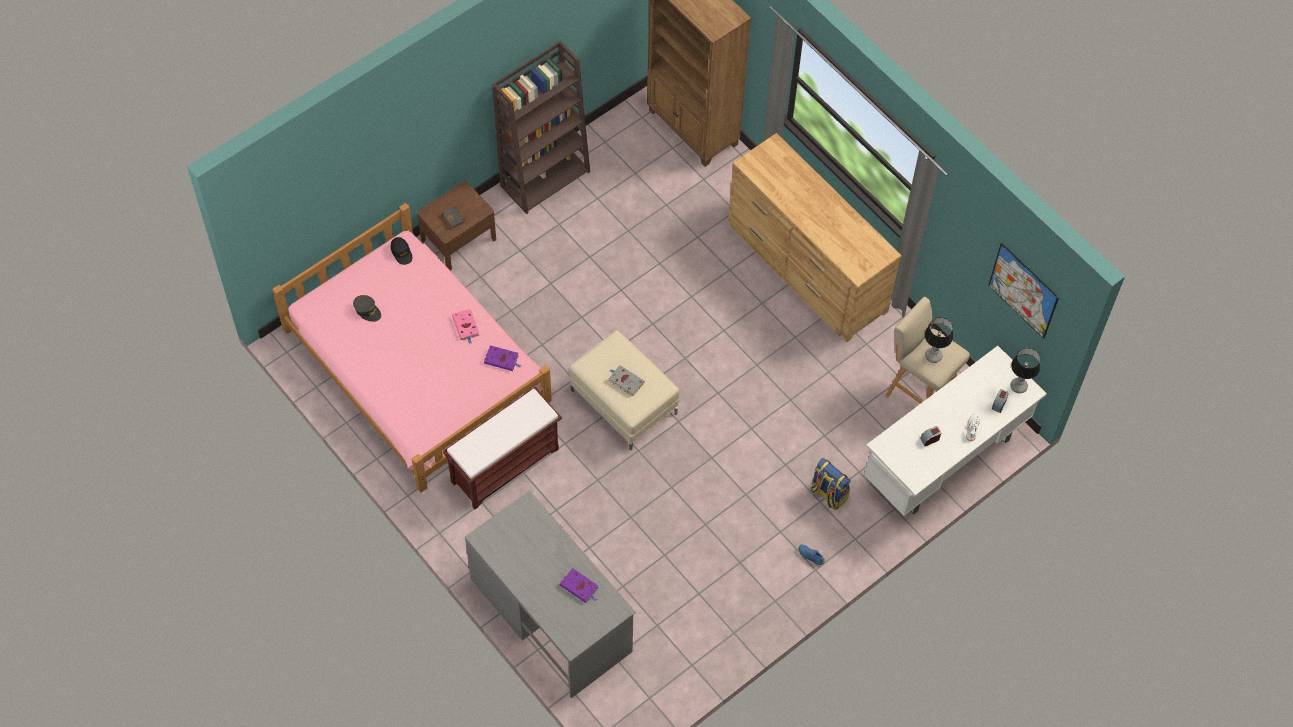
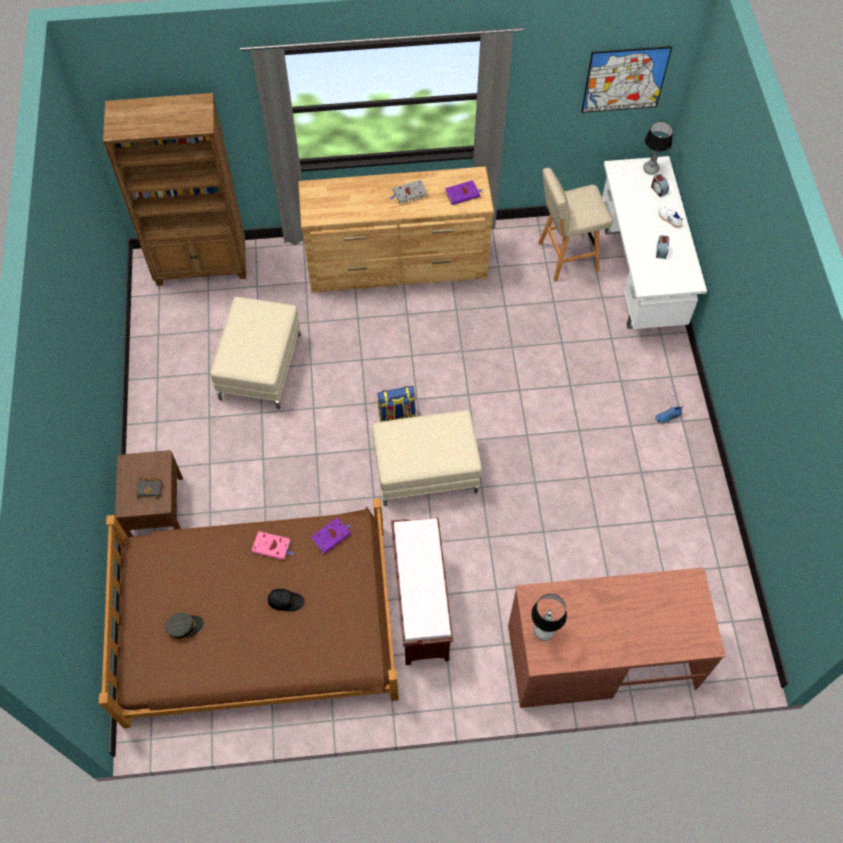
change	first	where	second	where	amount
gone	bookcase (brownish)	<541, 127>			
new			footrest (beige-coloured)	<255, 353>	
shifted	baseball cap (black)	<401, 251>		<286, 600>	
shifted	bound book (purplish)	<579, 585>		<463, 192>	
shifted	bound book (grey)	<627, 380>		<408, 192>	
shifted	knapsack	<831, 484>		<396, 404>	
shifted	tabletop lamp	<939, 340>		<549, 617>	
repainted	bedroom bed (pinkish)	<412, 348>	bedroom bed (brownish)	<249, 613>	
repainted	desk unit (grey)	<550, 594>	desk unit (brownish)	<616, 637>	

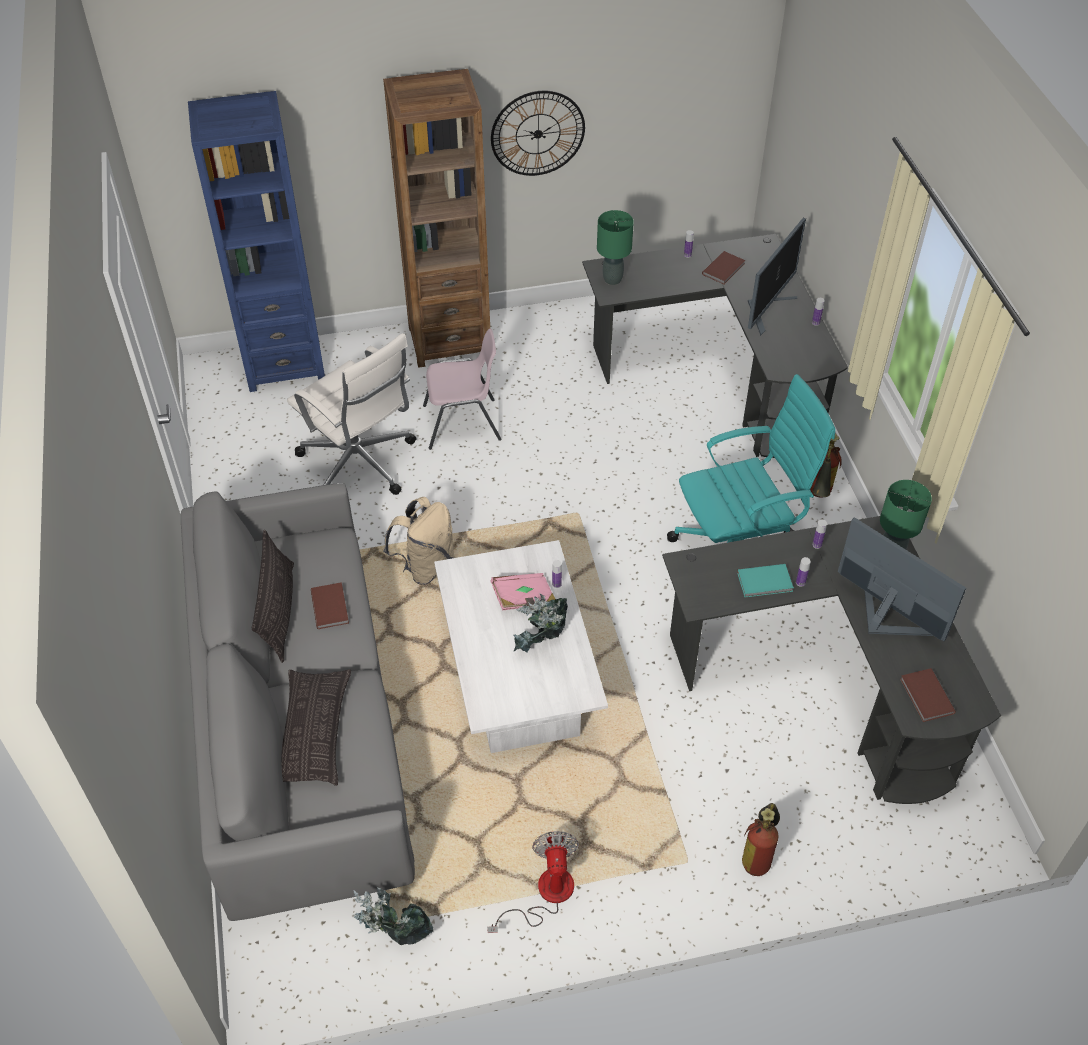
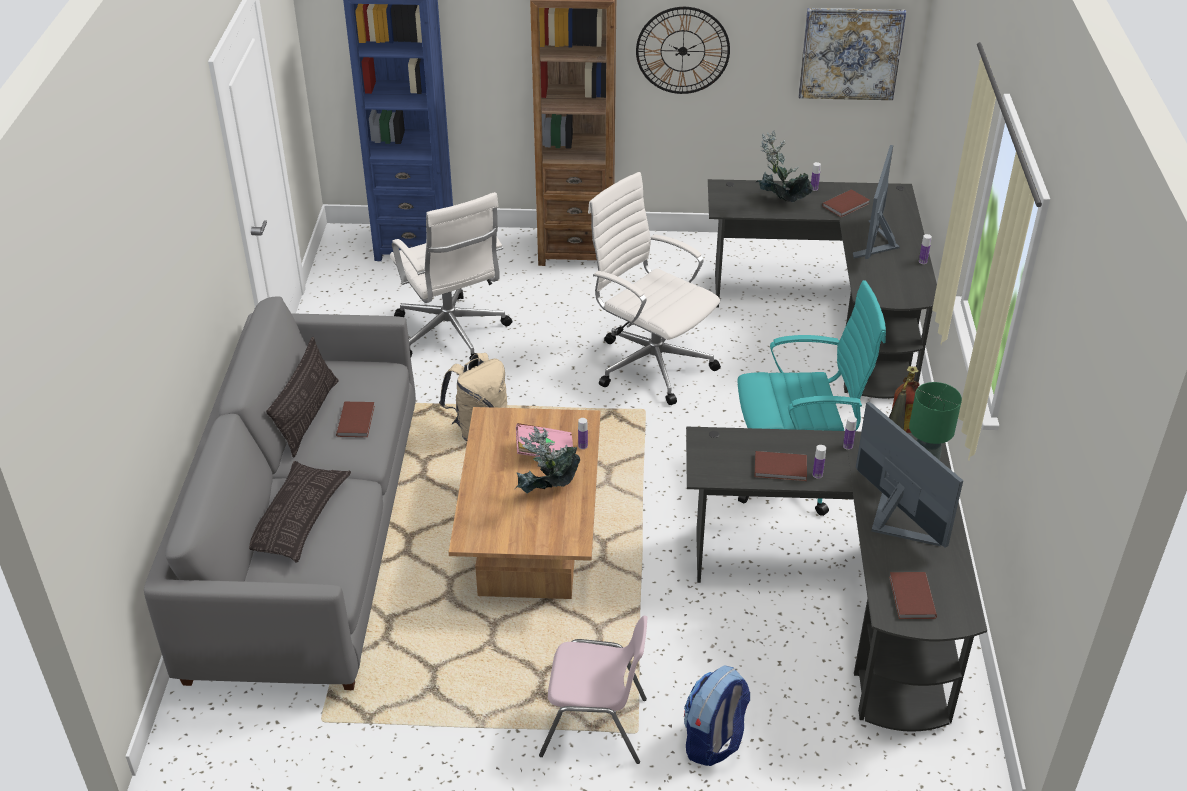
change	first	where	second	where	amount
gone	fan	<533, 882>			
gone	tabletop lamp (green)	<615, 247>			
new			office chair (whitish)	<654, 288>	
new			wall art	<852, 54>	
shifted	houseplant	<393, 916>		<784, 166>	
shifted	chair (pinkish)	<462, 389>		<593, 690>	
swapped	extinguisher	<761, 839>	knapsack	<717, 716>	
repainted	lounge table (whitish)	<521, 646>	lounge table (brownish)	<525, 503>	
repainted	bound book (blue-green)	<765, 580>	bound book (brownish)	<780, 466>	
rotated	monitor	<777, 277>		<876, 202>	150 degrees clockwise

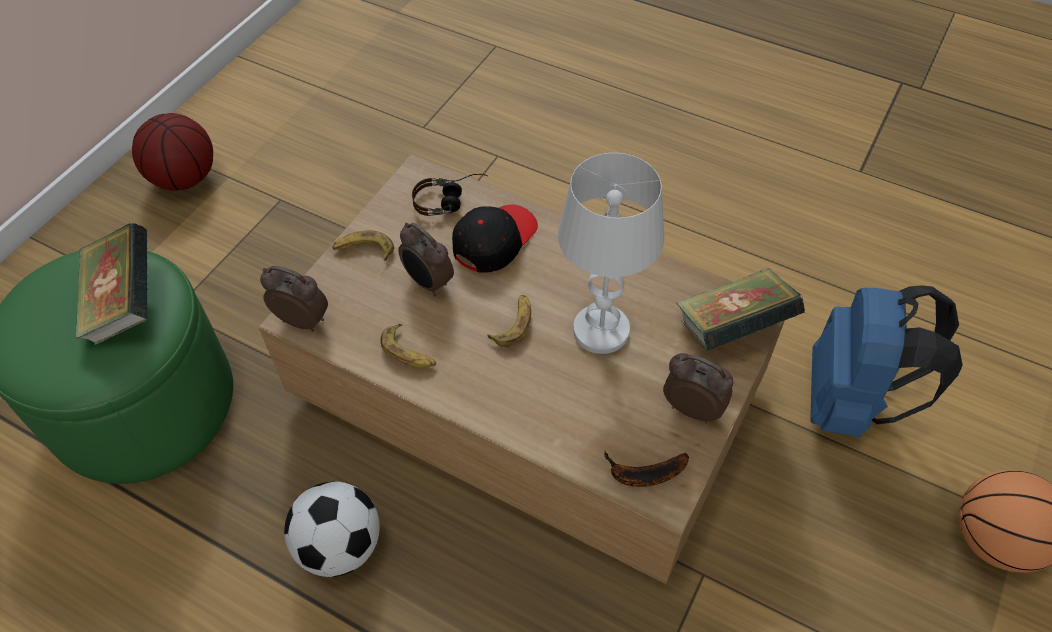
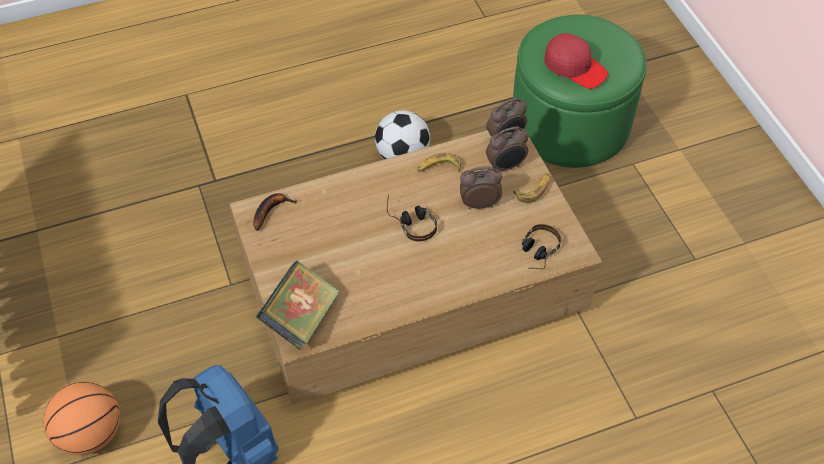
change	first	where	second	where	amount
gone	basketball ball	<172, 152>			
gone	baseball cap (black)	<495, 239>			
gone	tabletop lamp (whitish)	<611, 253>			
shifted	table clock	<698, 388>		<507, 148>	
swapped	bound book	<112, 284>	baseball cap (reddish)	<576, 61>	
swapped	banana fruit	<509, 321>	headphones	<412, 218>	

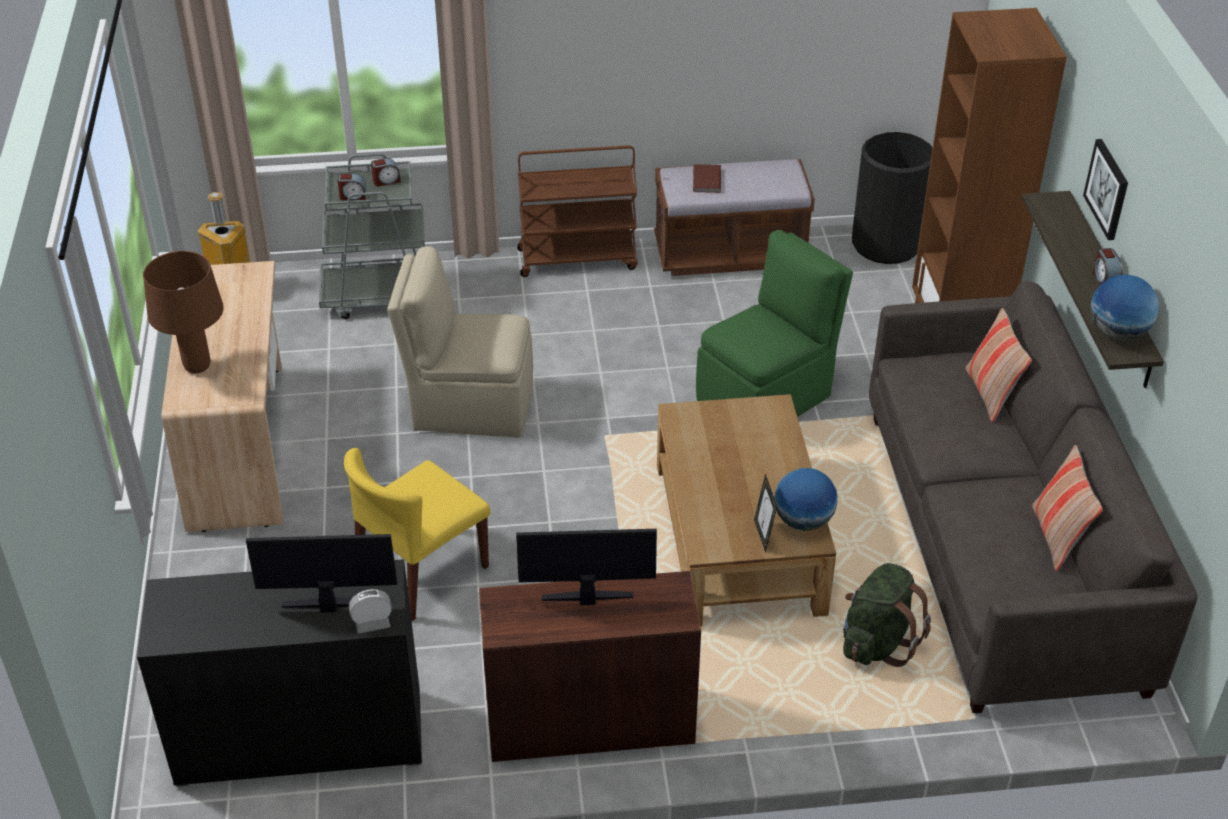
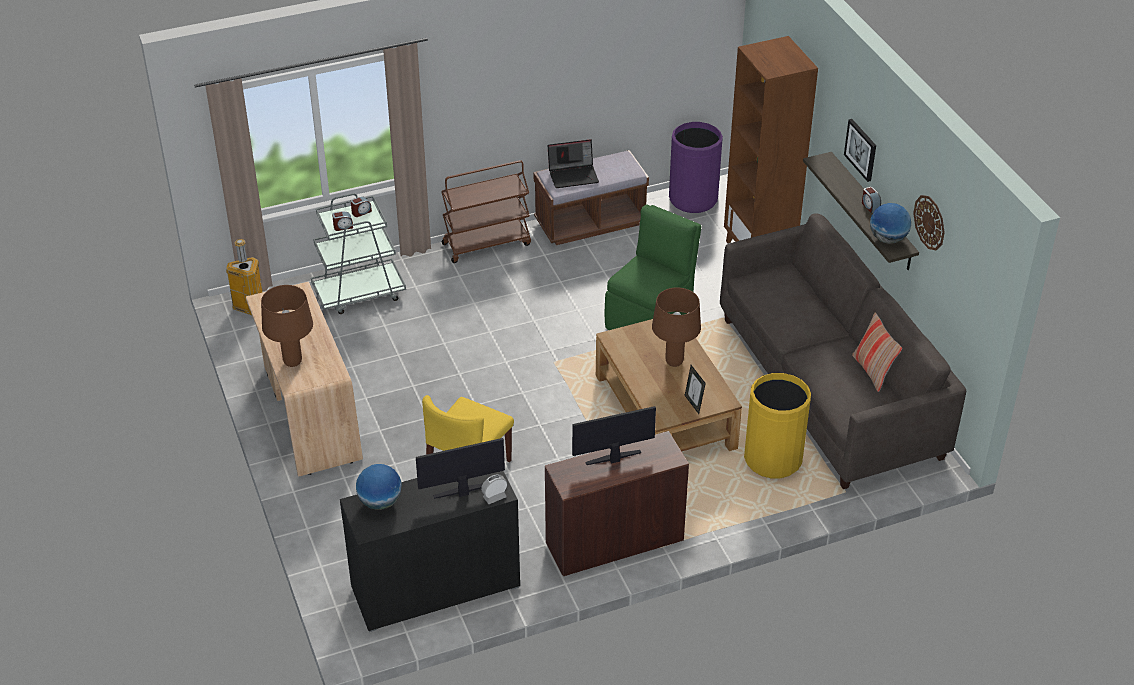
change	first	where	second	where	amount
gone	chair (beige-coloured)	<460, 342>			
gone	pillow	<998, 365>			
new			tabletop lamp (brownish)	<676, 327>	
new			wall clock	<929, 222>	
shifted	globe	<806, 499>		<379, 487>	
swapped	bound book (brownish)	<707, 178>	laptop	<573, 163>	
swapped	knapsack (green)	<887, 615>	trash can (yellowish)	<777, 425>	
repainted	trash can (black)	<892, 198>	trash can (purplish)	<696, 167>	

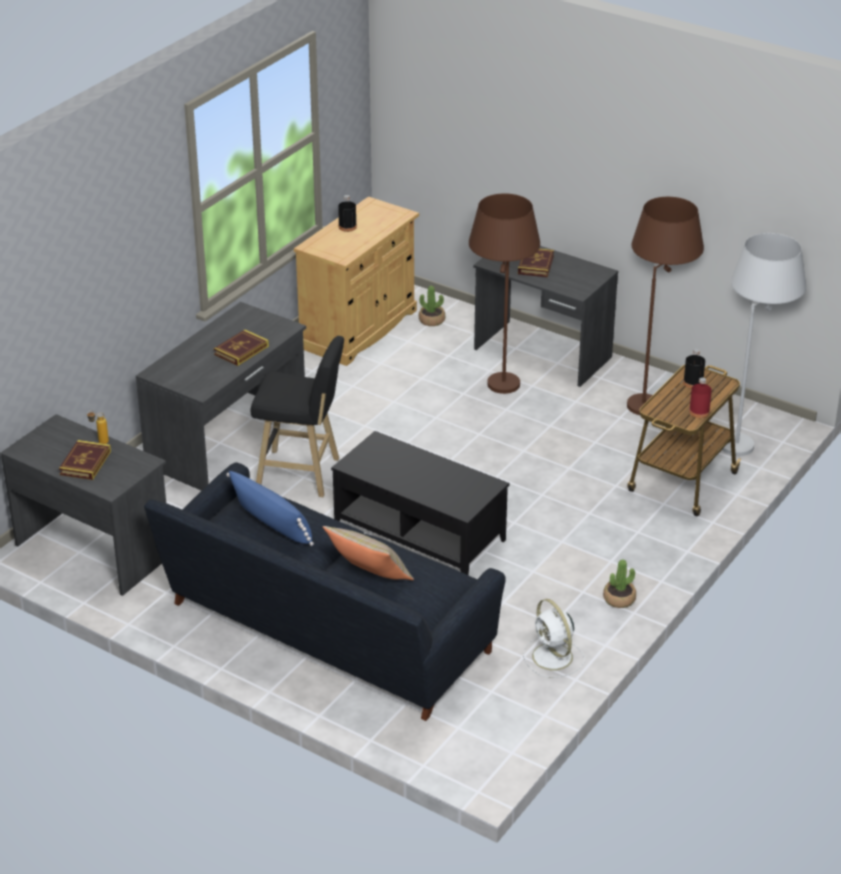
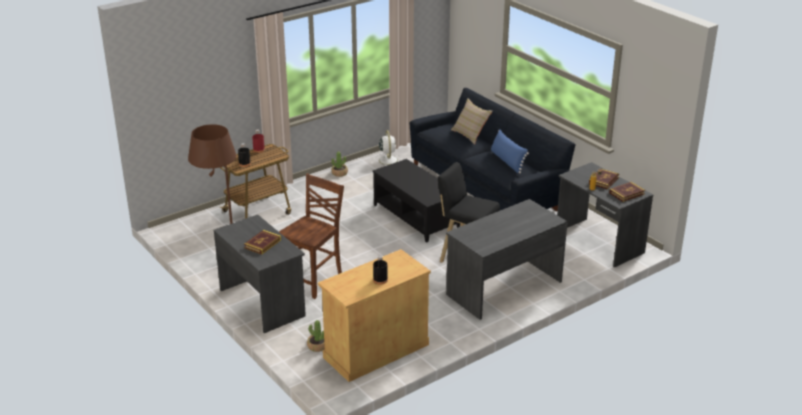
change	first	where	second	where	amount
gone	floor lamp (whitish)	<764, 344>			
shifted	bound book	<241, 347>		<627, 192>	
swapped	floor lamp (brownish)	<504, 293>	chair (brownish)	<311, 236>	

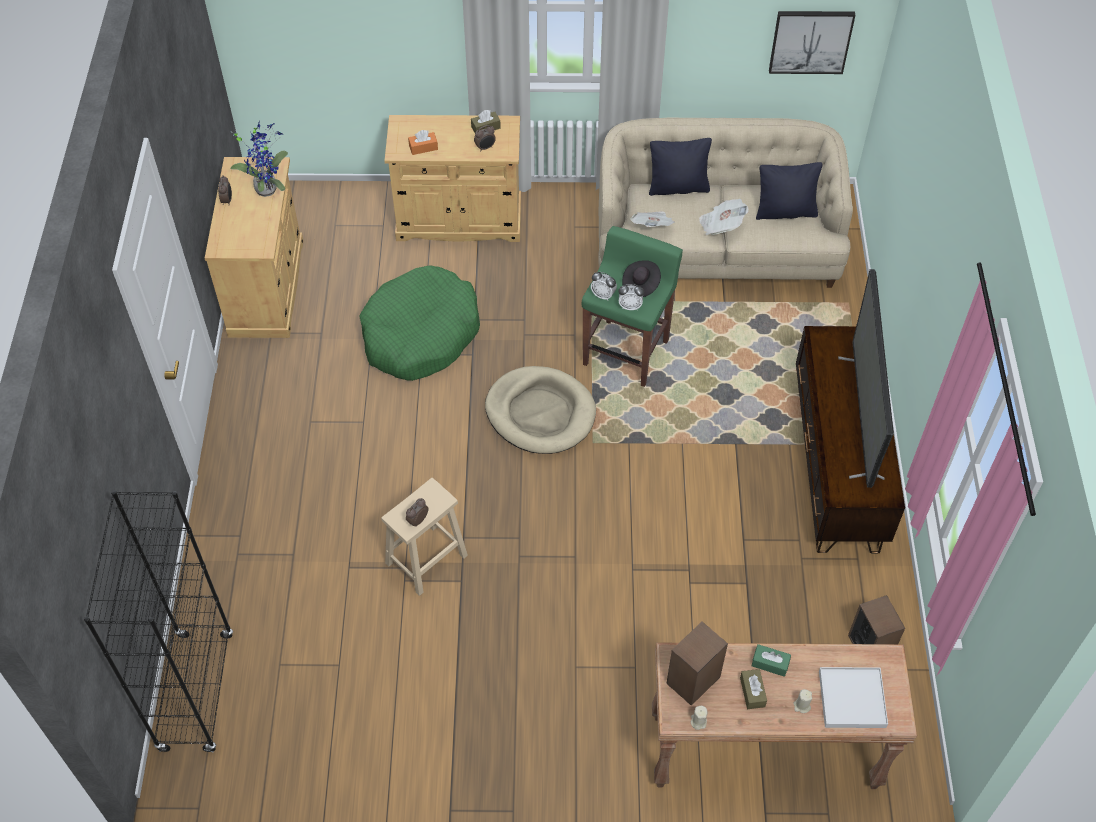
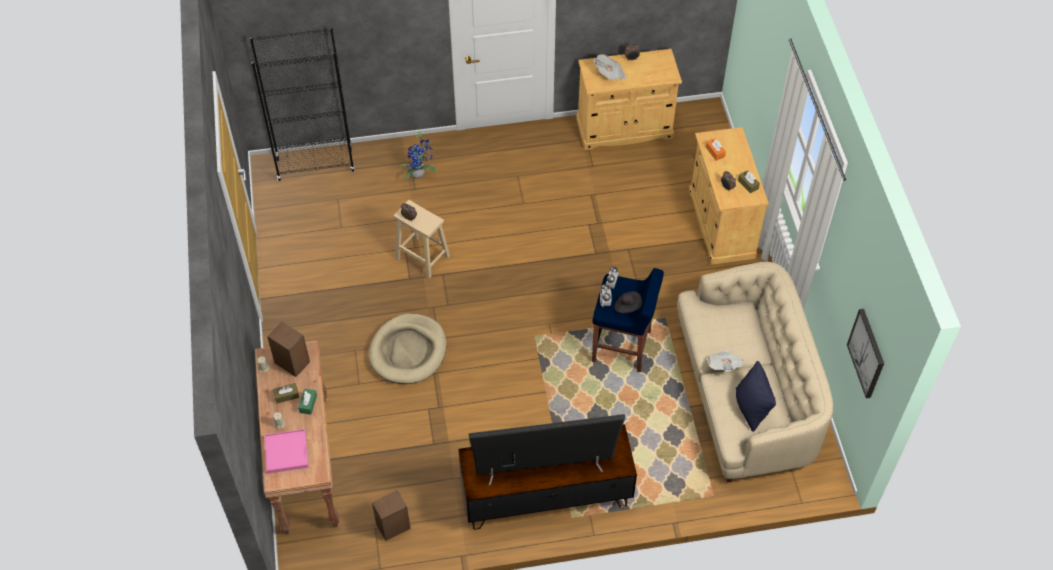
change	first	where	second	where	amount
gone	dog bed (green)	<419, 323>			
gone	pillow (black)	<680, 167>			
shifted	houseplant	<259, 159>		<418, 154>	
shifted	dog bed (beige-coloured)	<540, 410>		<407, 349>	
shifted	printed paper	<652, 219>		<610, 67>	
repainted	stool (green)	<632, 306>	stool (blue-coloured)	<628, 320>	
repainted	tray (whitish)	<853, 697>	tray (pinkish)	<286, 451>	

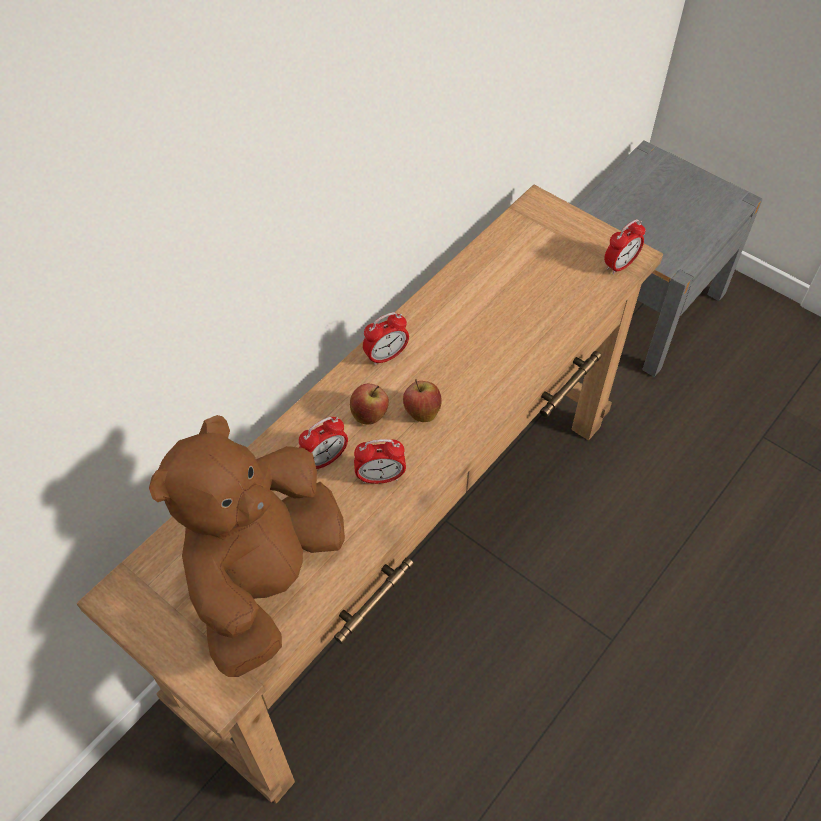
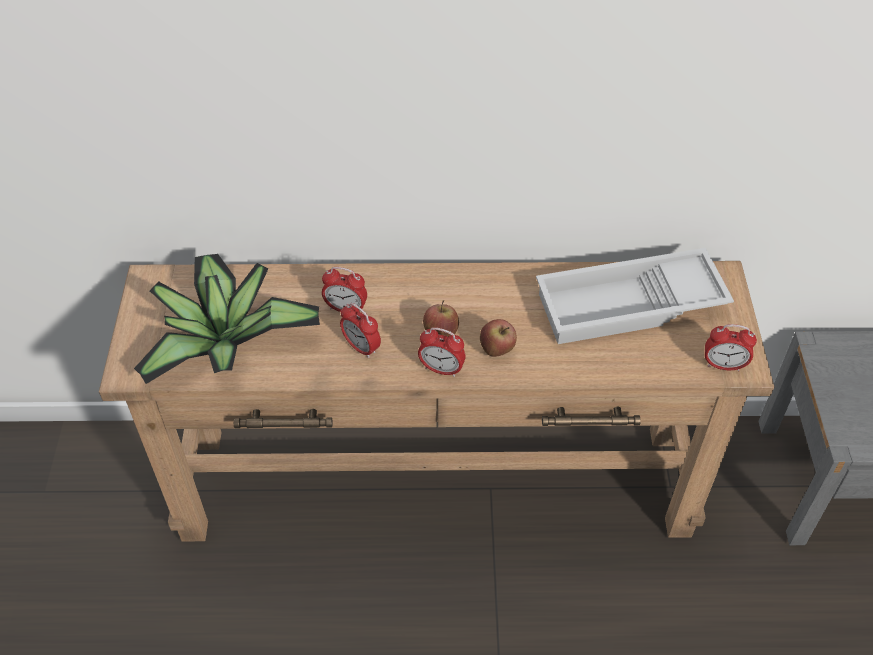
change	first	where	second	where	amount
new			tray (whitish)	<635, 296>	
shifted	whole apple	<369, 404>		<498, 338>	
shifted	table clock	<386, 339>		<441, 352>	
swapped	soft toy (brownish)	<247, 546>	houseplant	<227, 319>	

